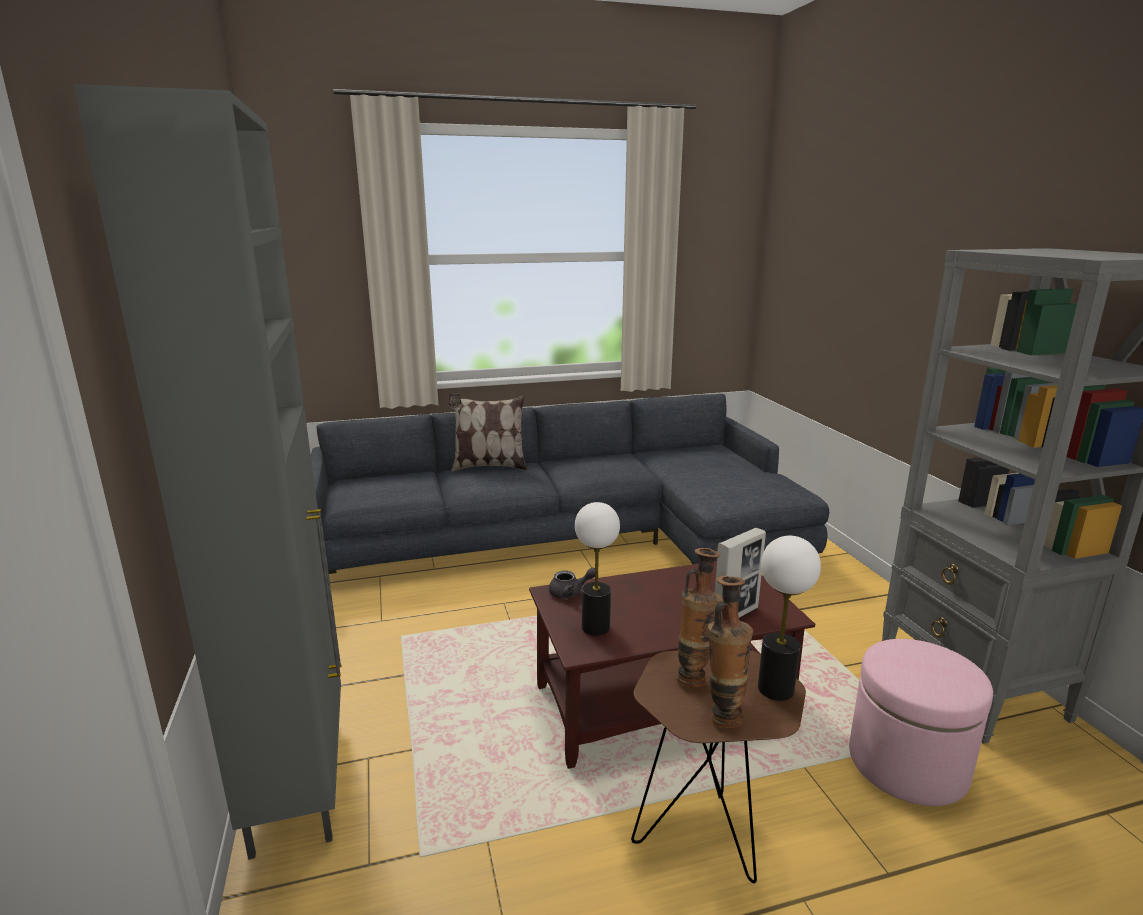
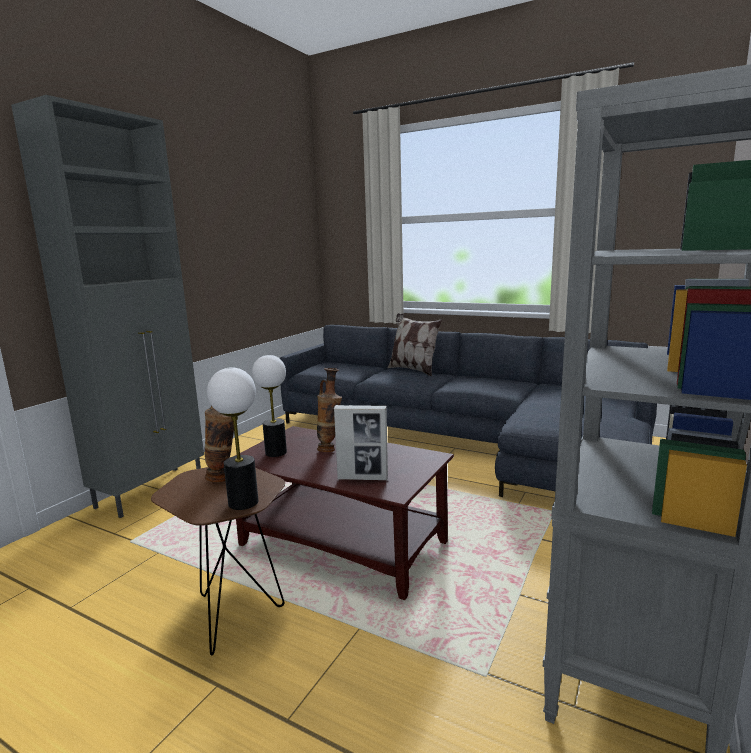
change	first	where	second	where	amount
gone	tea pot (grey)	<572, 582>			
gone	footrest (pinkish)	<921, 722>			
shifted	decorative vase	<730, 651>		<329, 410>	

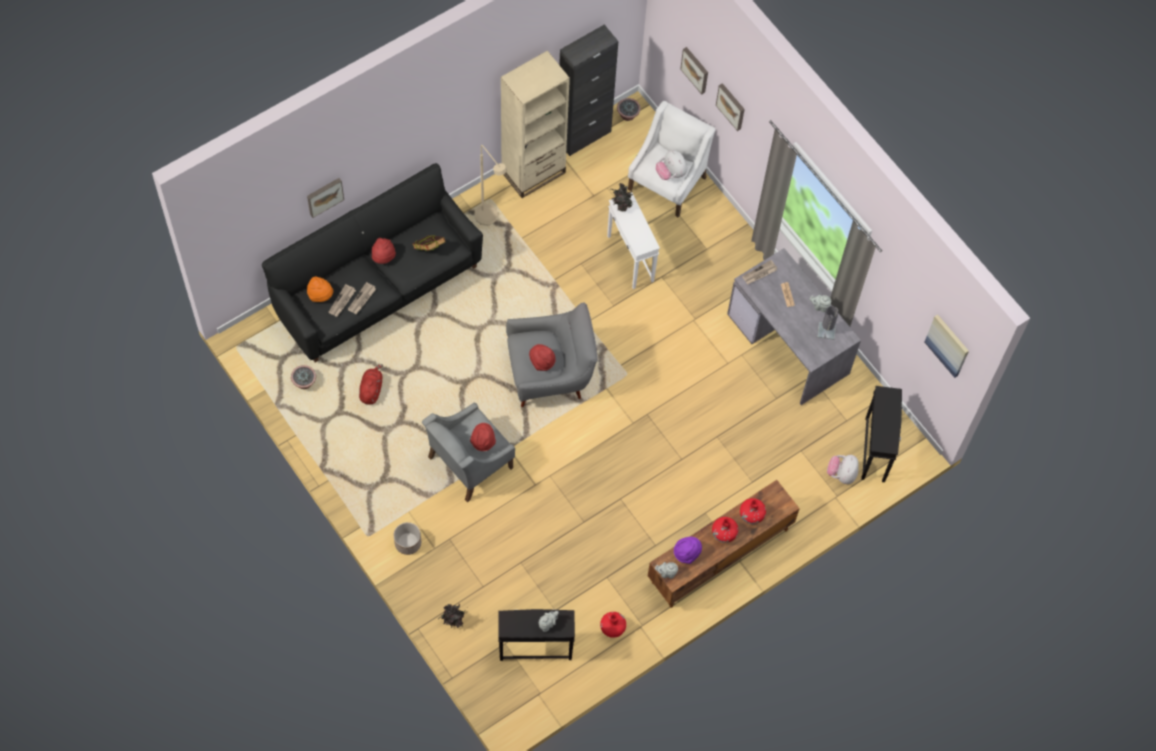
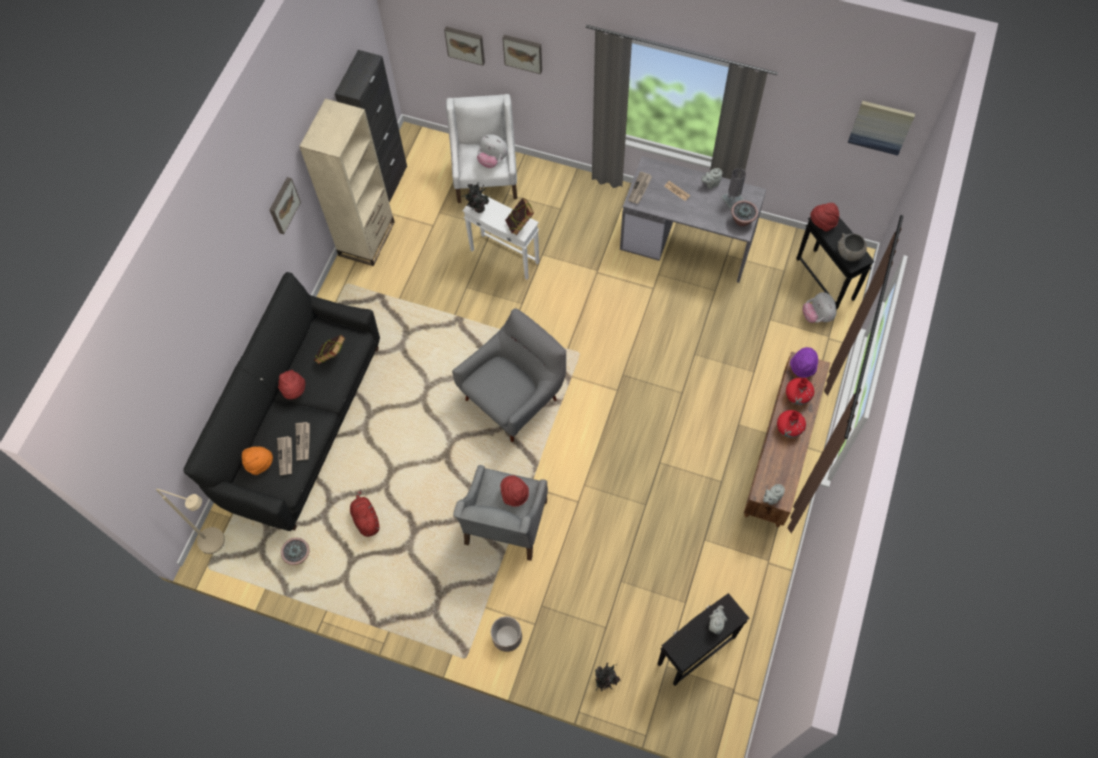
change	first	where	second	where	amount
gone	decorative vase (reddish)	<613, 625>			
new			bound book	<519, 216>	
new			serving bowl (grey)	<852, 247>	
shifted	wall art	<325, 198>		<285, 205>	
shifted	floor lamp (beige-coloured)	<491, 185>		<190, 521>	
shifted	clothing hat (reddish)	<542, 357>		<824, 217>	
shifted	houseplant	<629, 109>		<744, 213>	
shifted	clothing hat (purplish)	<688, 550>		<804, 362>	

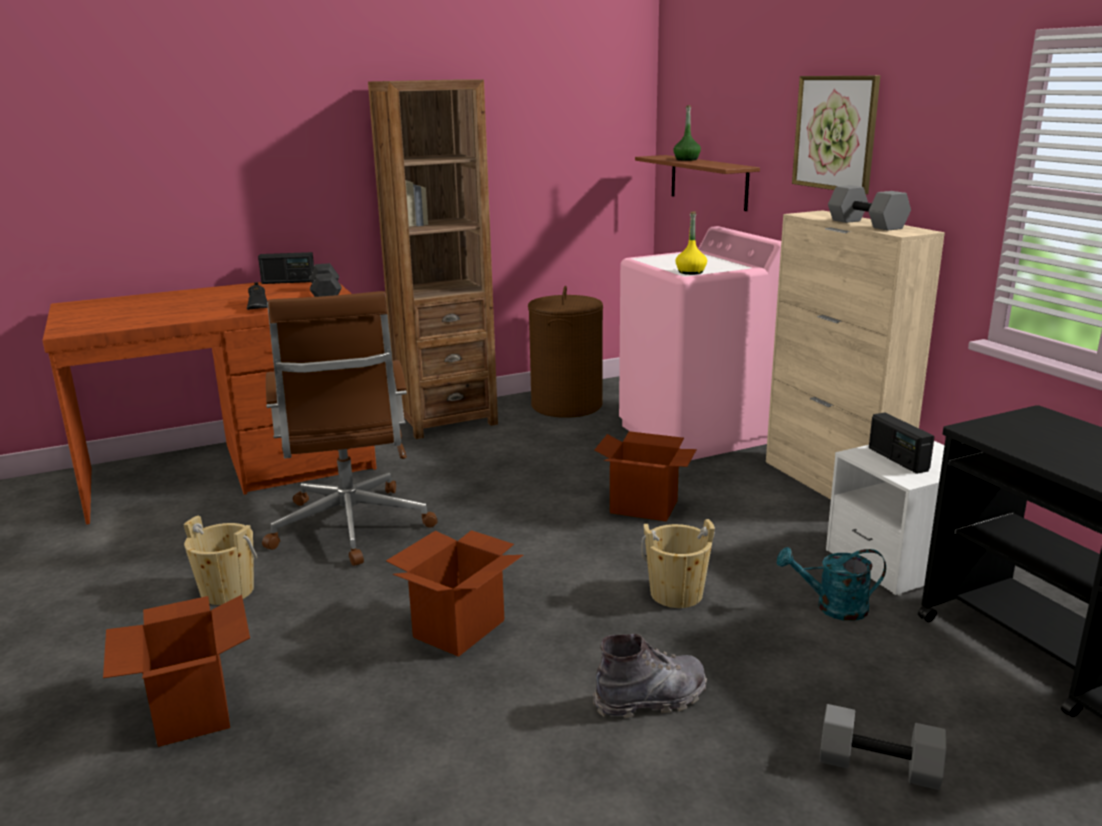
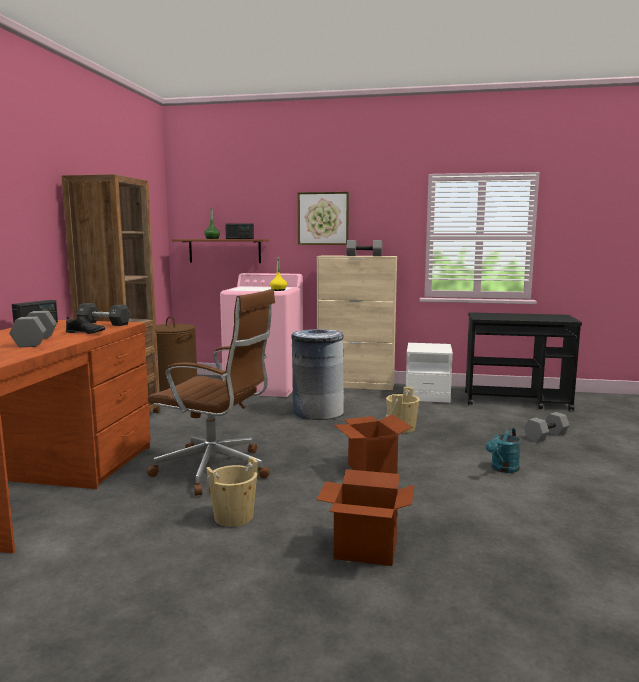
change	first	where	second	where	amount
gone	high-top boot (grey)	<650, 676>			
new			hand weight (grey)	<33, 329>	
shifted	sprinkling can (blue-green)	<831, 584>		<502, 450>	
shifted	radio receiver	<902, 443>		<239, 231>	
swapped	cardboard box	<645, 476>	trash can (grey)	<317, 374>	

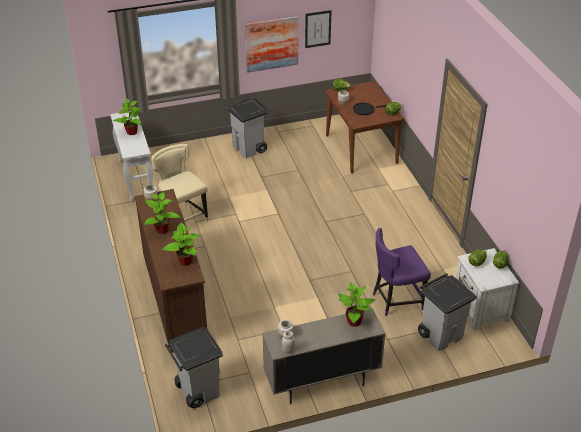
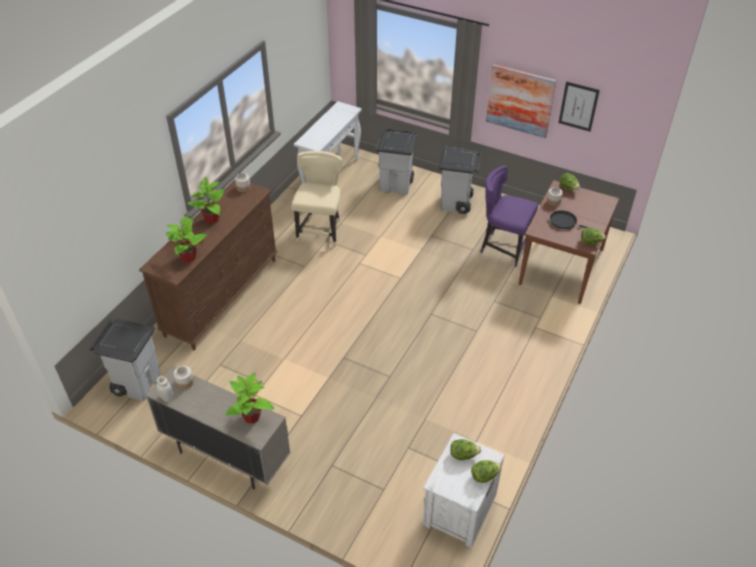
change	first	where	second	where	amount
gone	houseplant	<127, 116>			
shifted	chair (purplish)	<402, 272>		<509, 216>	
shifted	trash can (grey)	<447, 312>		<396, 162>	

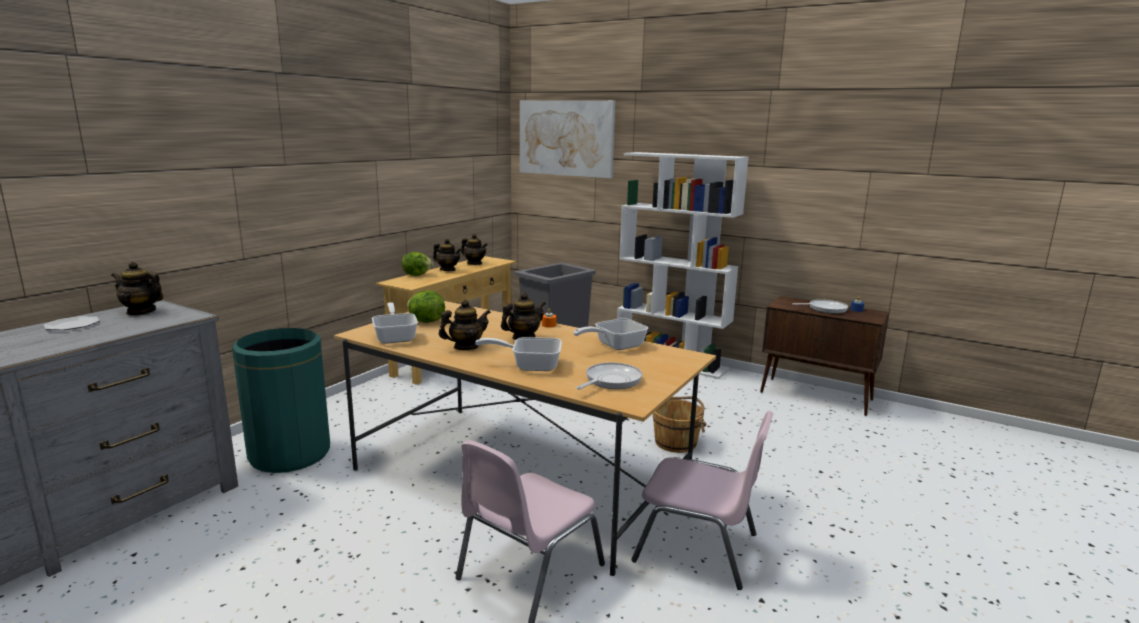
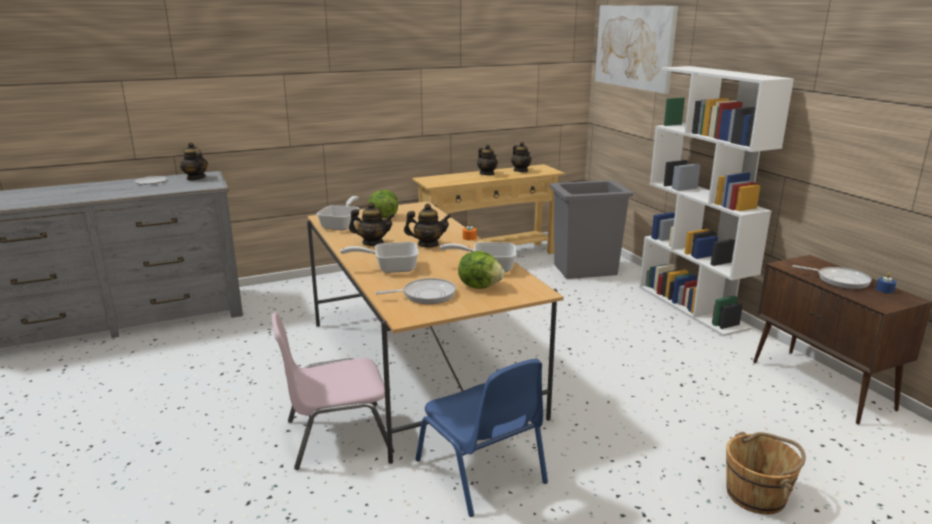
change	first	where	second	where	amount
gone	trash can (green)	<281, 400>			
shifted	lettuce	<417, 264>		<481, 270>	
shifted	pail (brownish)	<680, 424>		<766, 473>	
repainted	chair (pinkish)	<702, 500>	chair (blue-coloured)	<482, 438>	
rotated	skillet	<518, 354>		<379, 257>	45 degrees counterclockwise

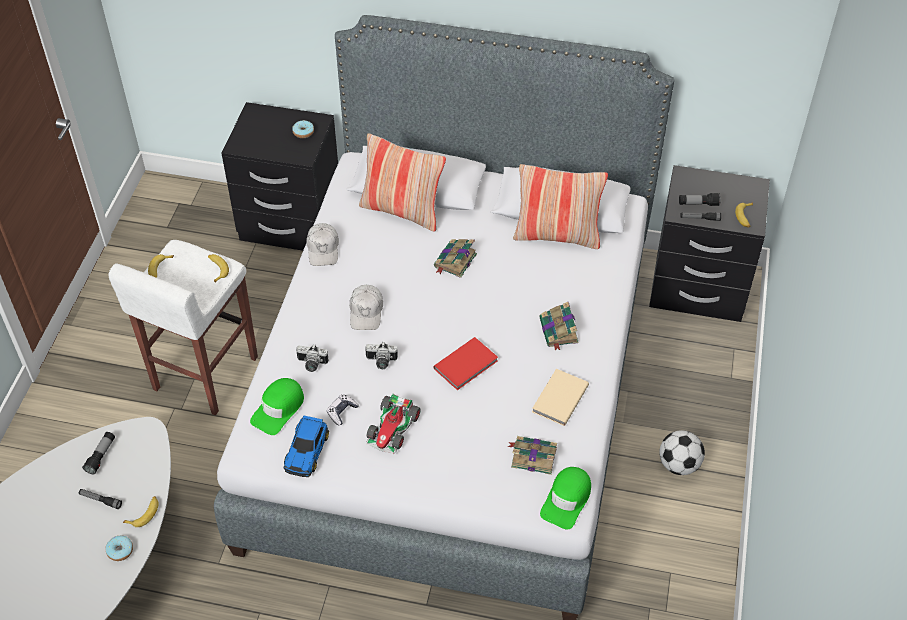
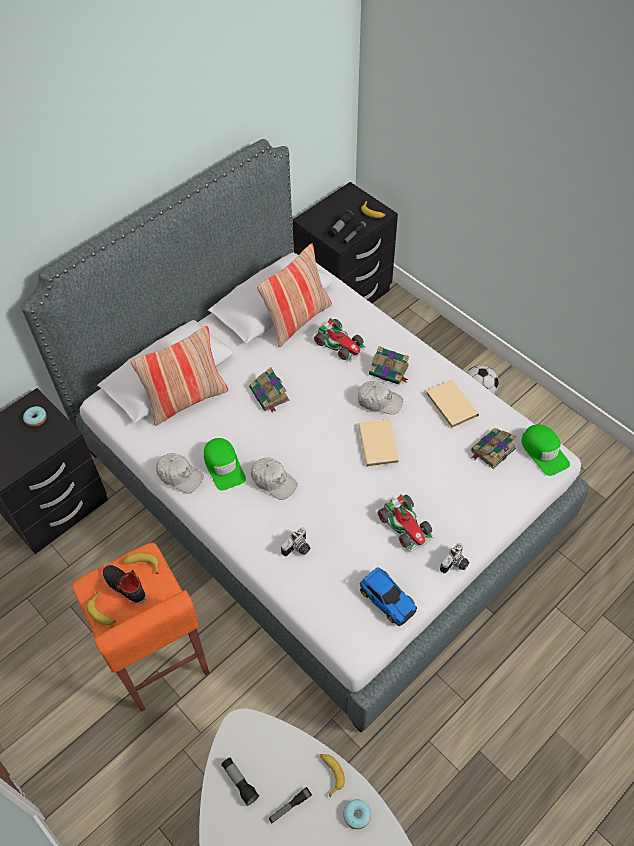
change	first	where	second	where	amount
gone	game controller	<343, 409>			
new			item of footwear (black)	<124, 584>	
new			toy car	<340, 340>	
new			baseball cap (whitish)	<380, 398>	
shifted	baseball cap (green)	<277, 406>		<225, 464>	
shifted	still camera	<381, 355>		<454, 557>	
repainted	stool (whitish)	<183, 328>	stool (orangey)	<140, 627>	
repainted	bound book (reddish)	<465, 363>	bound book (beige-coloured)	<378, 443>	

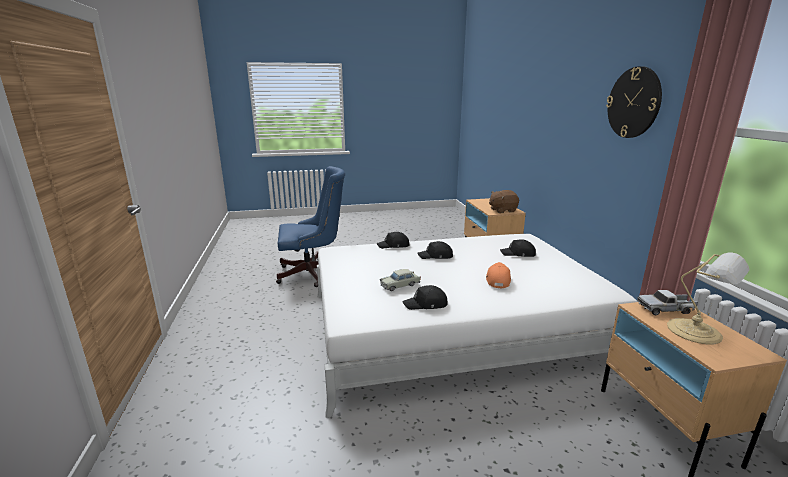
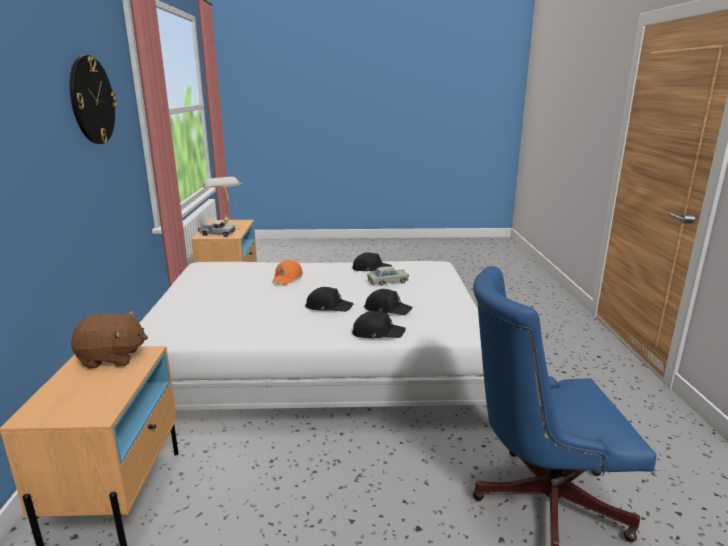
change	first	where	second	where	amount
shifted	baseball cap (black)	<518, 248>		<388, 302>	

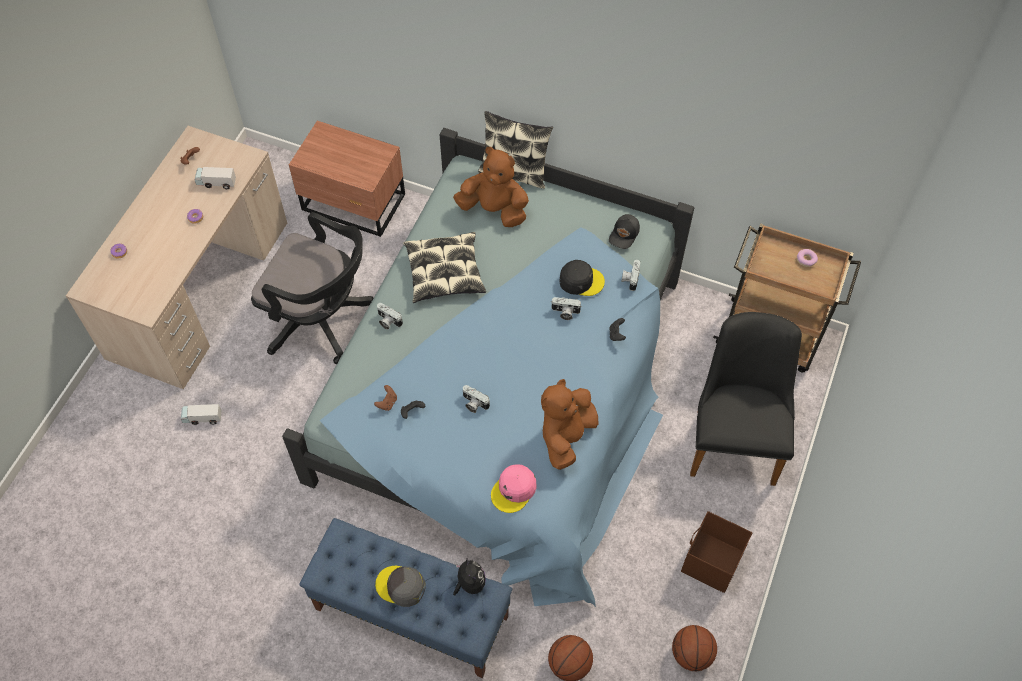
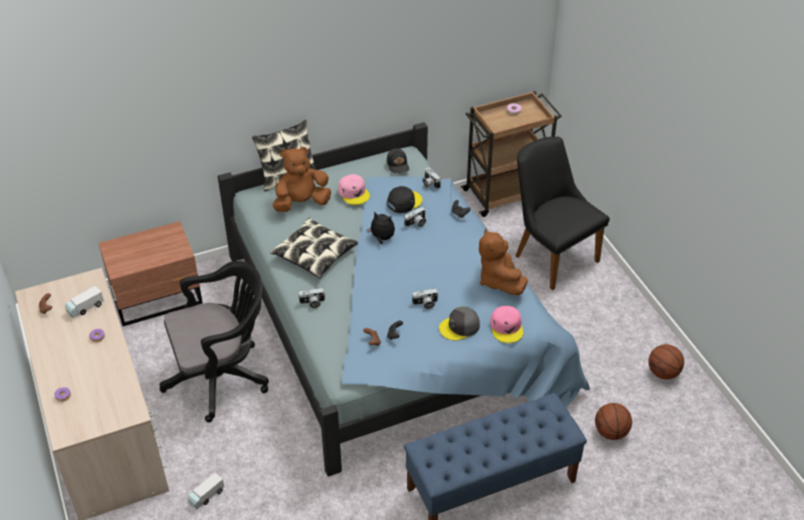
change	first	where	second	where	amount
gone	storage bin (brownish)	<716, 552>			
new			baseball cap (pinkish)	<354, 189>	
shifted	baseball cap (grey)	<400, 586>		<459, 323>	
shifted	soft toy	<469, 576>		<381, 227>	

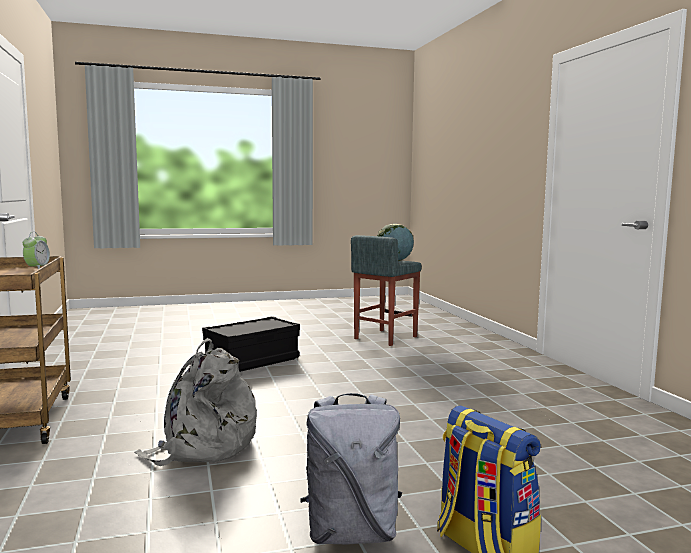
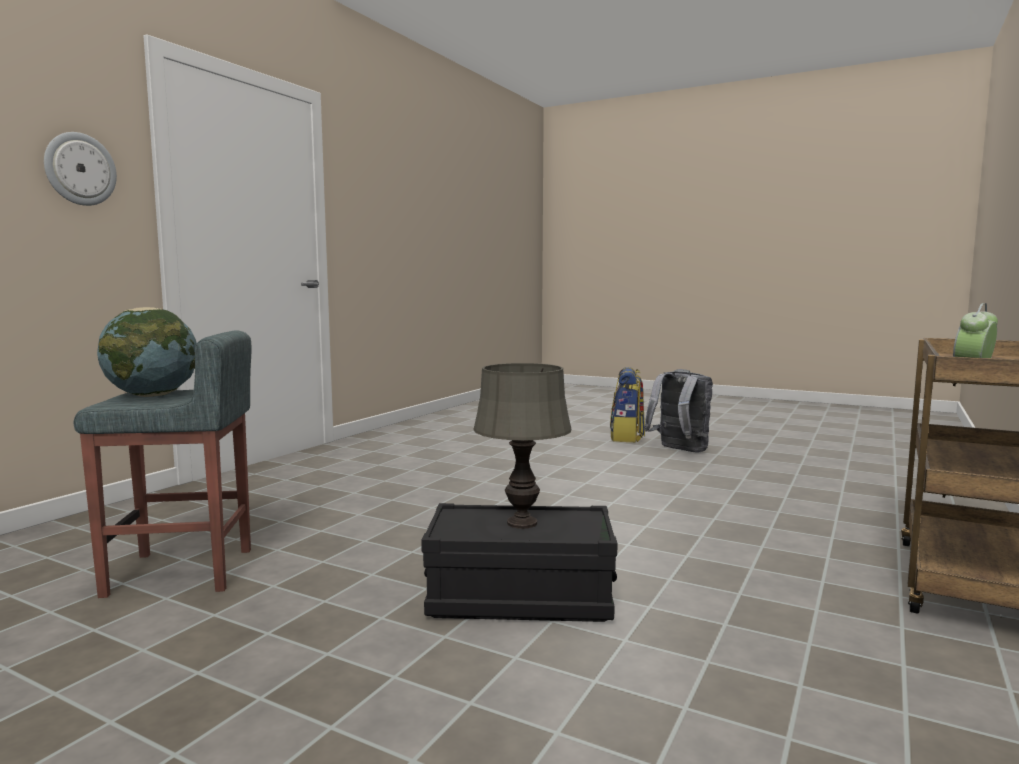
change	first	where	second	where	amount
gone	knapsack (grey)	<195, 402>			
new			wall clock	<80, 169>	
new			tabletop lamp (grey)	<522, 446>	

